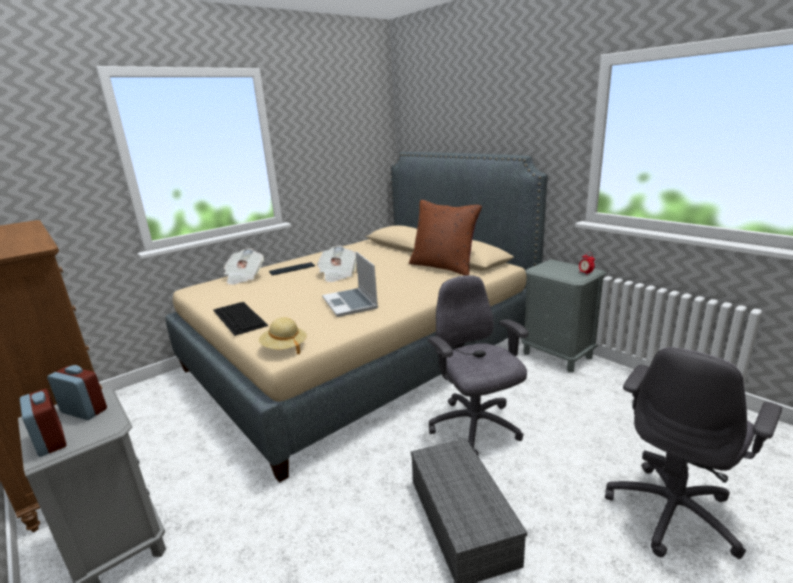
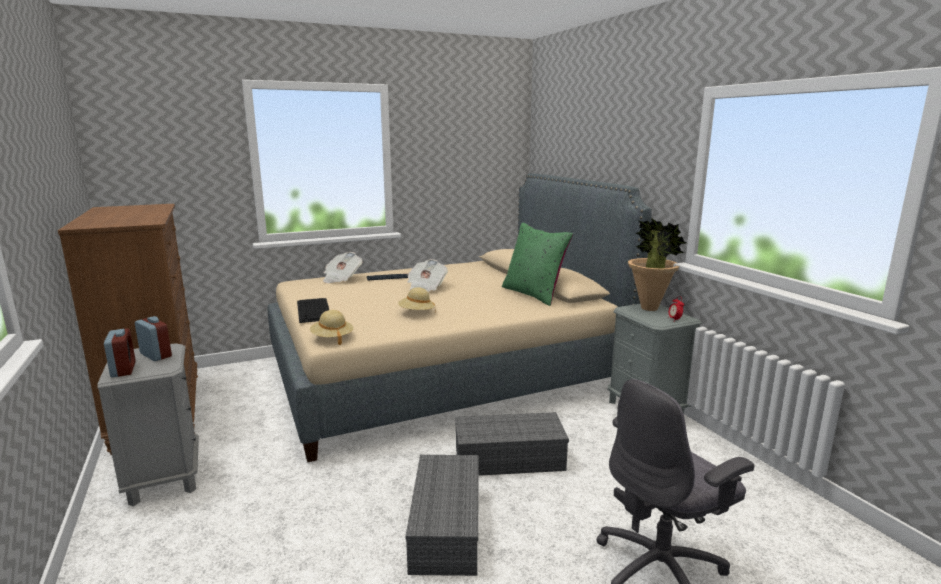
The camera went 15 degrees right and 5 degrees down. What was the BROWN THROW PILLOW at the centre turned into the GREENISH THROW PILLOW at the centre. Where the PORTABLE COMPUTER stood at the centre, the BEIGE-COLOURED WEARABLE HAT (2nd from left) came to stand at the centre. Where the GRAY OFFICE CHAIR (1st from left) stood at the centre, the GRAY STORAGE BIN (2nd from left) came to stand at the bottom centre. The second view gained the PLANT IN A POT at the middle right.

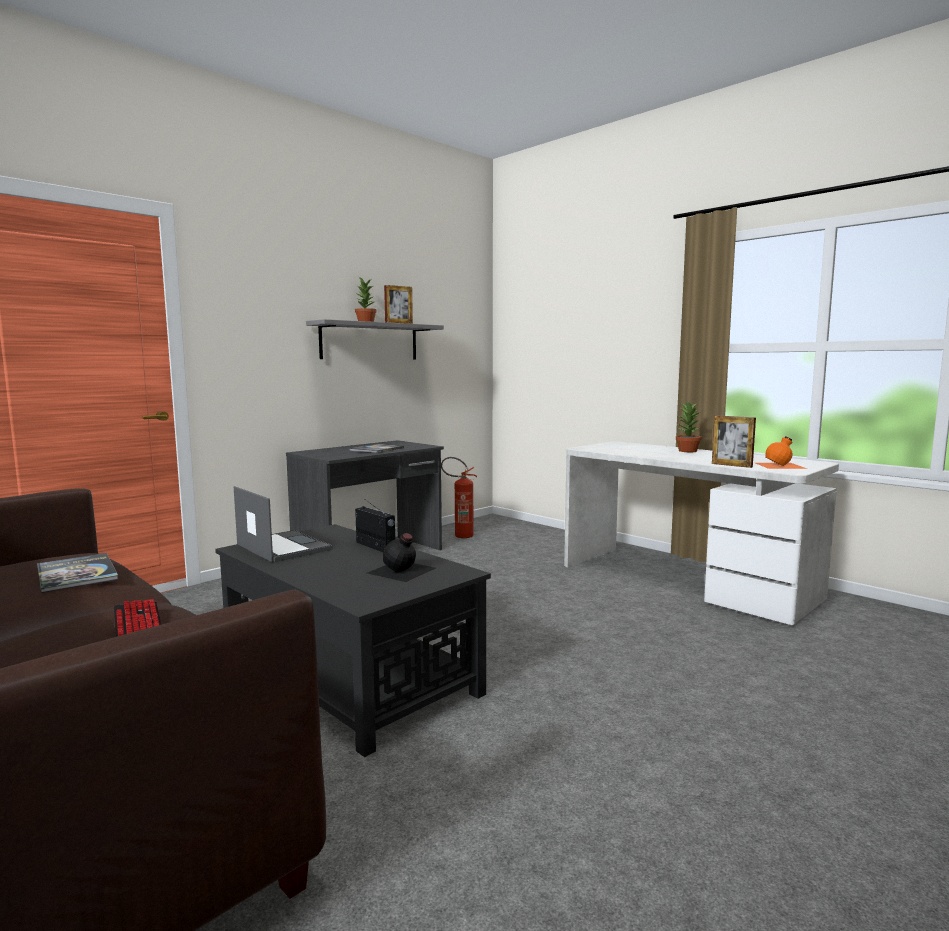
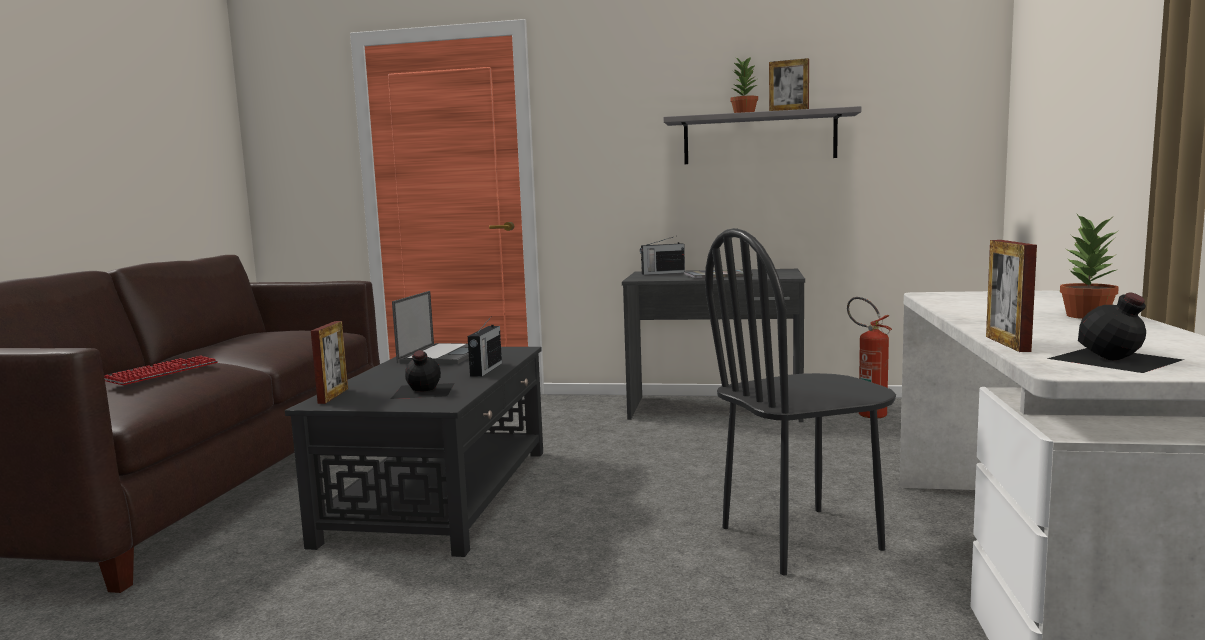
The camera went 55 degrees right and 0 degrees up. What was the ORANGE-COLOURED DRINK BOTTLE at the middle right turned into the BLACK-COLOURED DRINK BOTTLE (2nd from left) at the middle right. The second view lost the VOLUME (1st from left) at the middle left. The second view gained the BLACK-COLOURED PLAIN CHAIR at the centre. The second view gained the RADIO SET (2nd from left) at the centre. The second view gained the STANDING FRAME (1st from left) at the middle left.

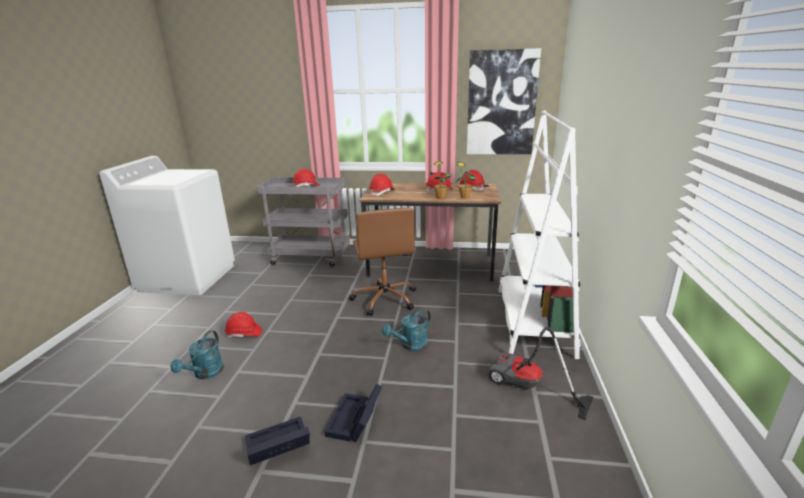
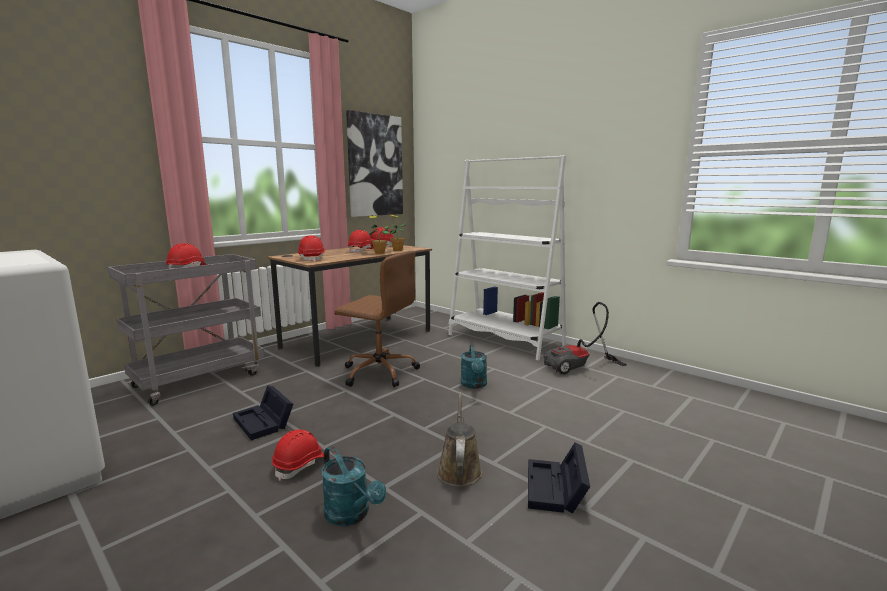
The camera went 55 degrees left and 10 degrees down. The BLACK-COLOURED STORAGE BIN (2nd from left in the first image) ended up elsewhere, having gone from the bottom centre to the bottom left. The second view gained the BROWN SPRINKLING CAN at the bottom centre.

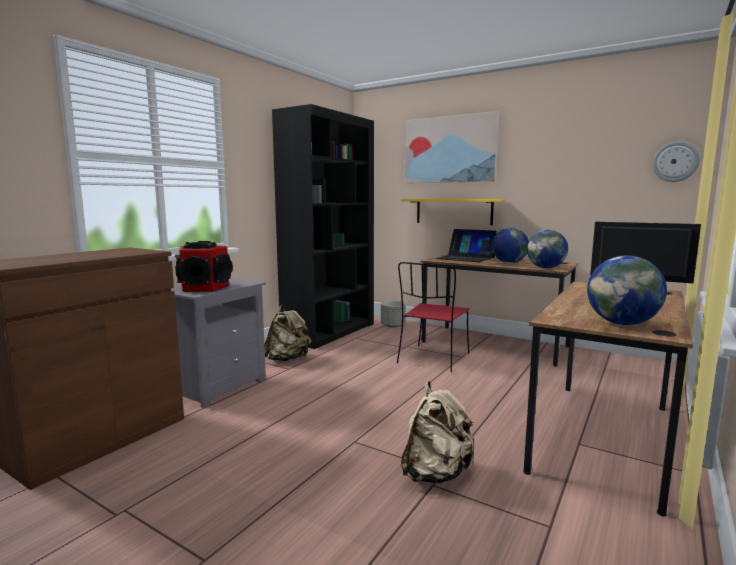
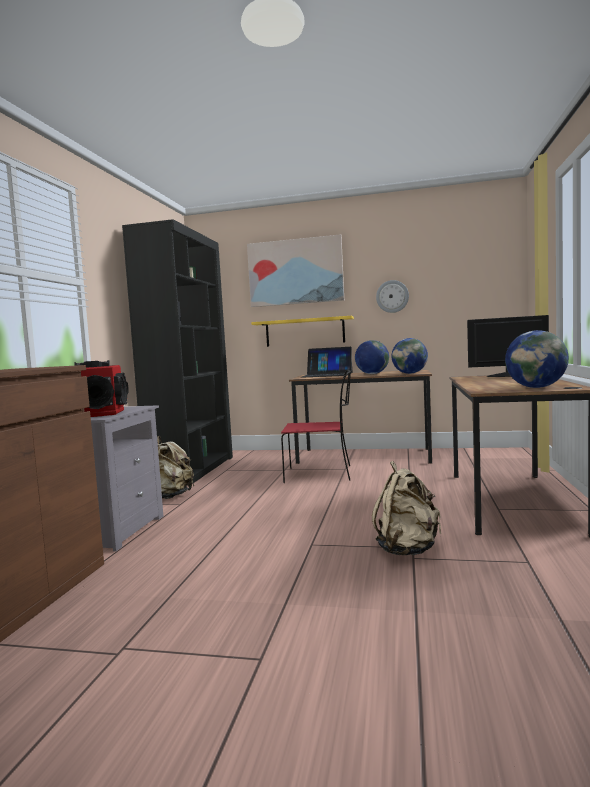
The camera went 20 degrees left and 5 degrees down. The CLOCK ON THE WALL ended up elsewhere, having gone from the top right to the centre. The RED PLAIN CHAIR at the centre ended up facing another way, 90 degrees counterclockwise from before. The second view lost the GRAY PLANTER at the centre.

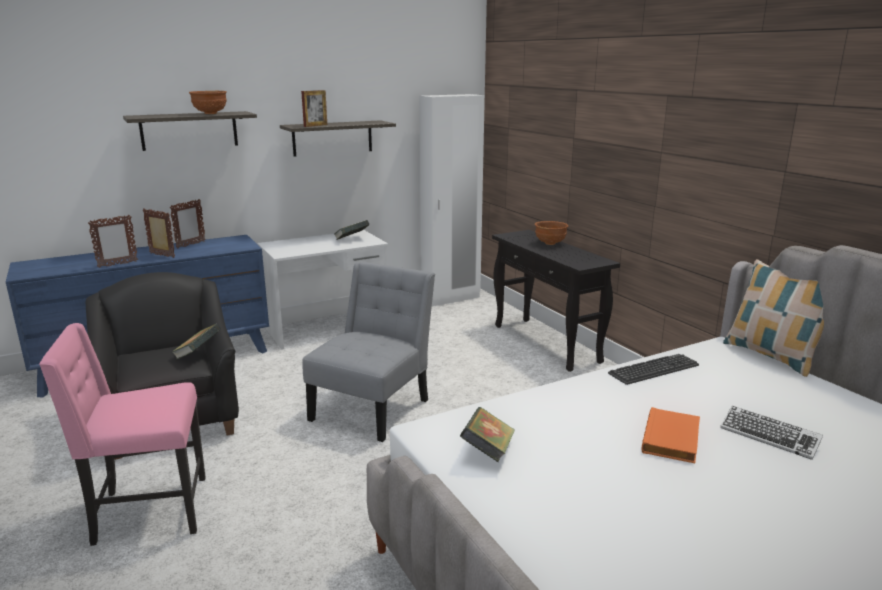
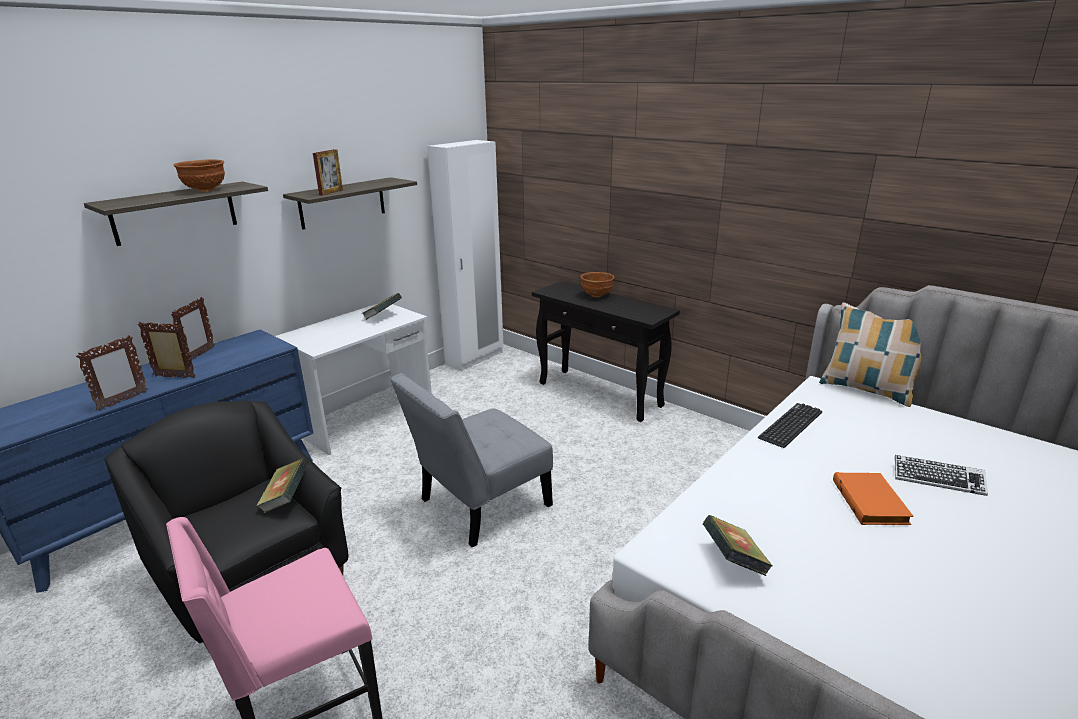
The camera went 20 degrees left and 5 degrees up. The GRAY PLAIN CHAIR at the centre ended up facing another way, 135 degrees counterclockwise from before.

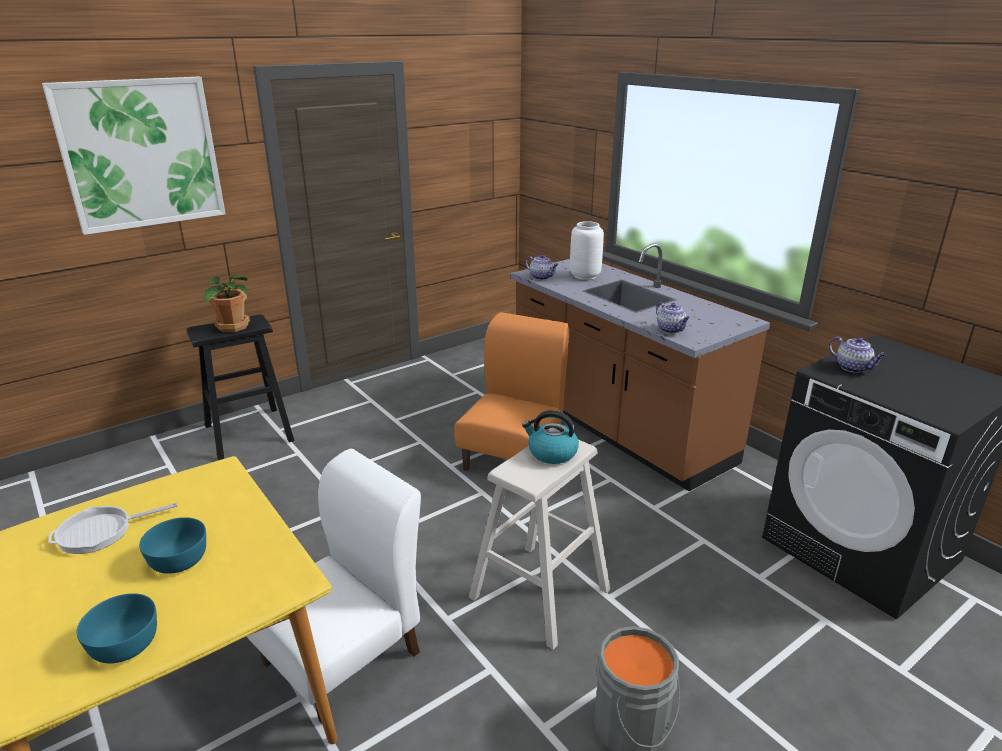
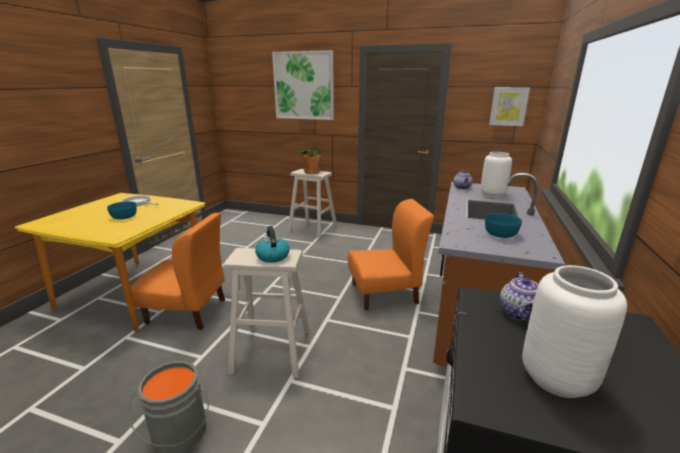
The camera went 55 degrees right and 5 degrees down. The second view lost the POT FOR TEA (2nd from left) at the middle right. What was the BLACK-COLOURED SITTING STOOL at the middle left turned into the BEIGE-COLOURED SITTING STOOL (2nd from left) at the centre. What was the WHITE-COLOURED PLAIN CHAIR at the bottom centre turned into the ORANGE-COLOURED PLAIN CHAIR (1st from left) at the middle left. The TURQUOISE DEEP DISH (1st from left in the first image) ended up elsewhere, having gone from the bottom left to the middle right. The second view gained the PICTURE (2nd from left) at the top right. The second view gained the WHITE-COLOURED DECORATIVE VASE (2nd from left) at the bottom right.

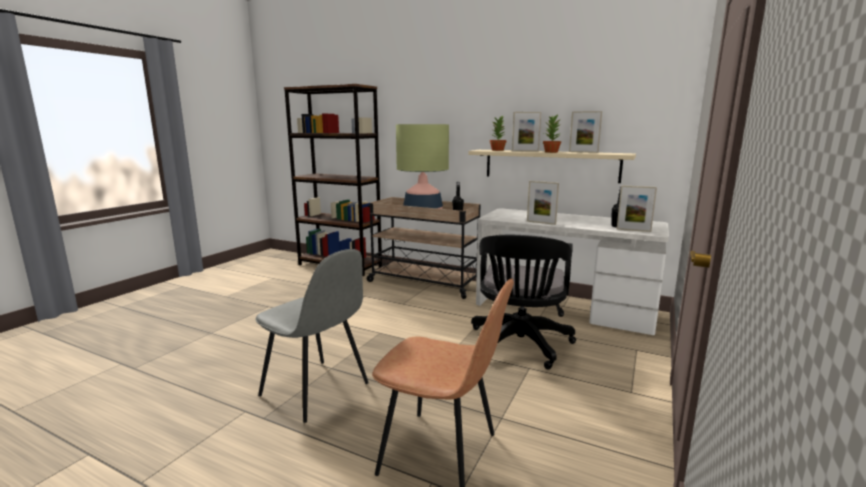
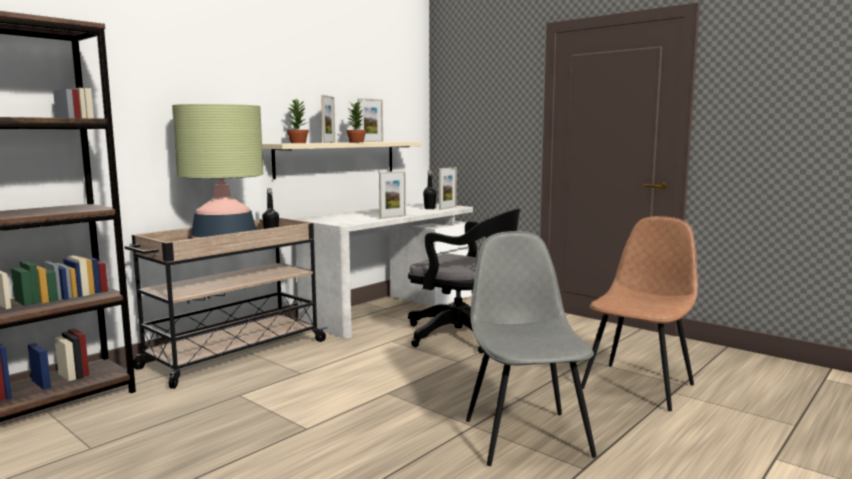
The camera went 75 degrees left and 5 degrees down. The GRAY PLAIN CHAIR at the bottom centre ended up facing another way, 60 degrees counterclockwise from before.

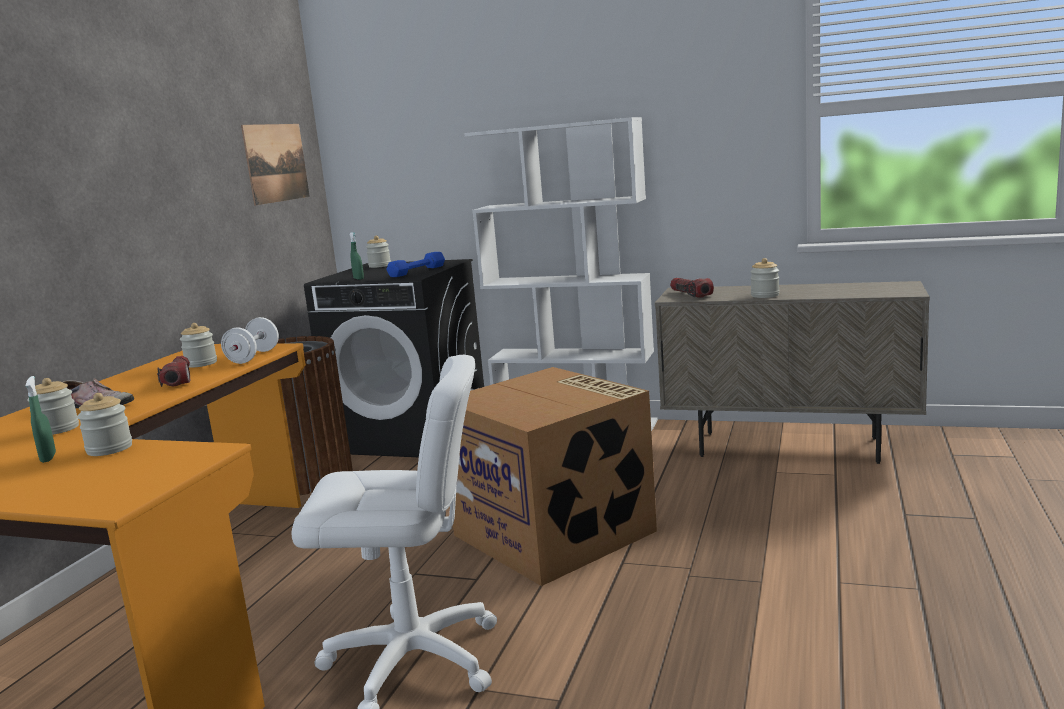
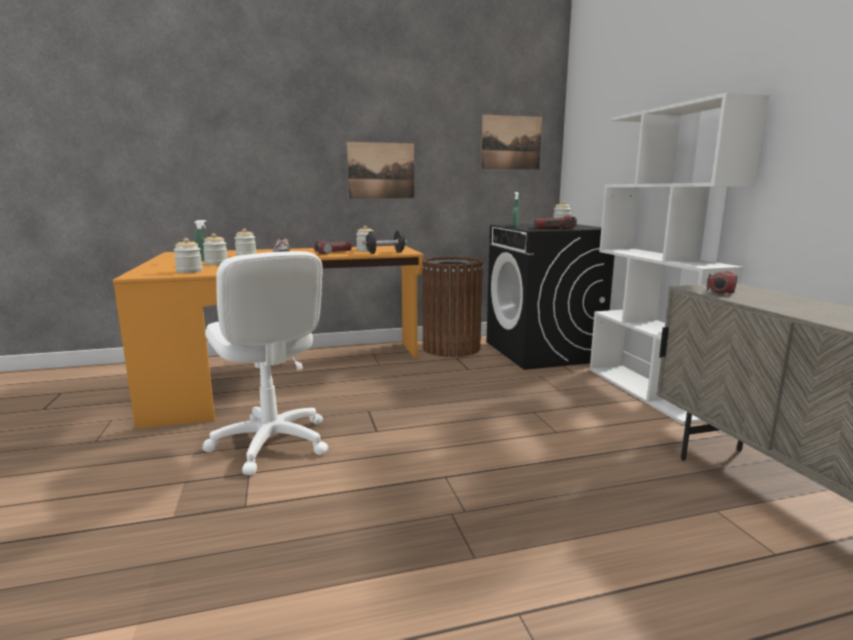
The camera went 55 degrees right and 0 degrees up. Where the BLUE HAND WEIGHT stood at the centre, the FLASHLIGHT (2nd from left) came to stand at the centre. The JAR (5th from left in the first image) ended up elsewhere, having gone from the middle right to the middle left. What was the WHITE-COLOURED HAND WEIGHT at the middle left turned into the BLACK-COLOURED HAND WEIGHT at the centre. The second view lost the CARTON at the bottom centre. The second view gained the PICTURE (1st from left) at the top centre.

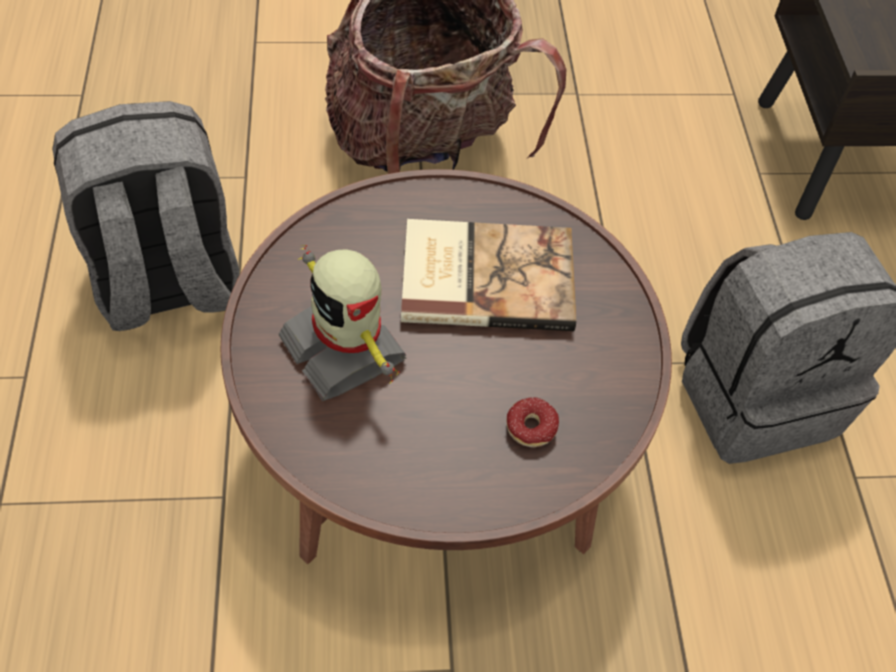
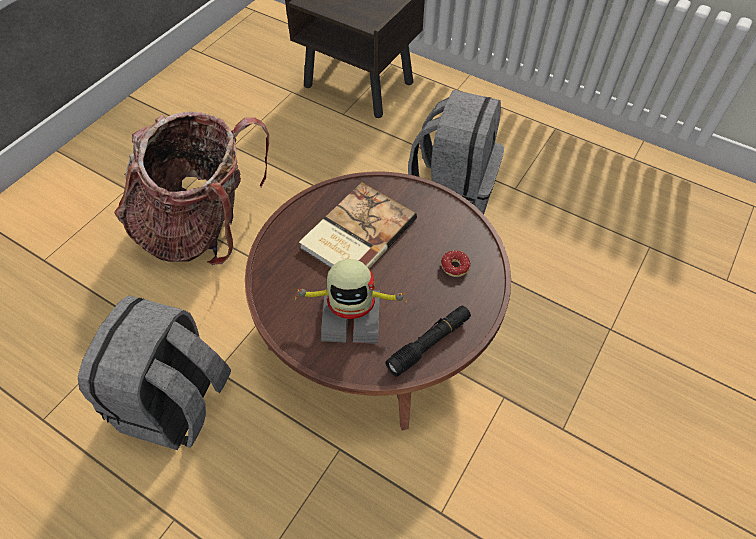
The camera went 50 degrees left and 0 degrees up. The second view gained the BLACK-COLOURED FLASHLIGHT at the centre.

